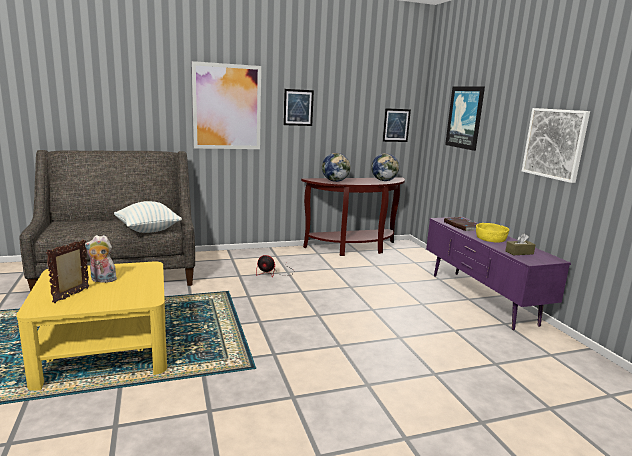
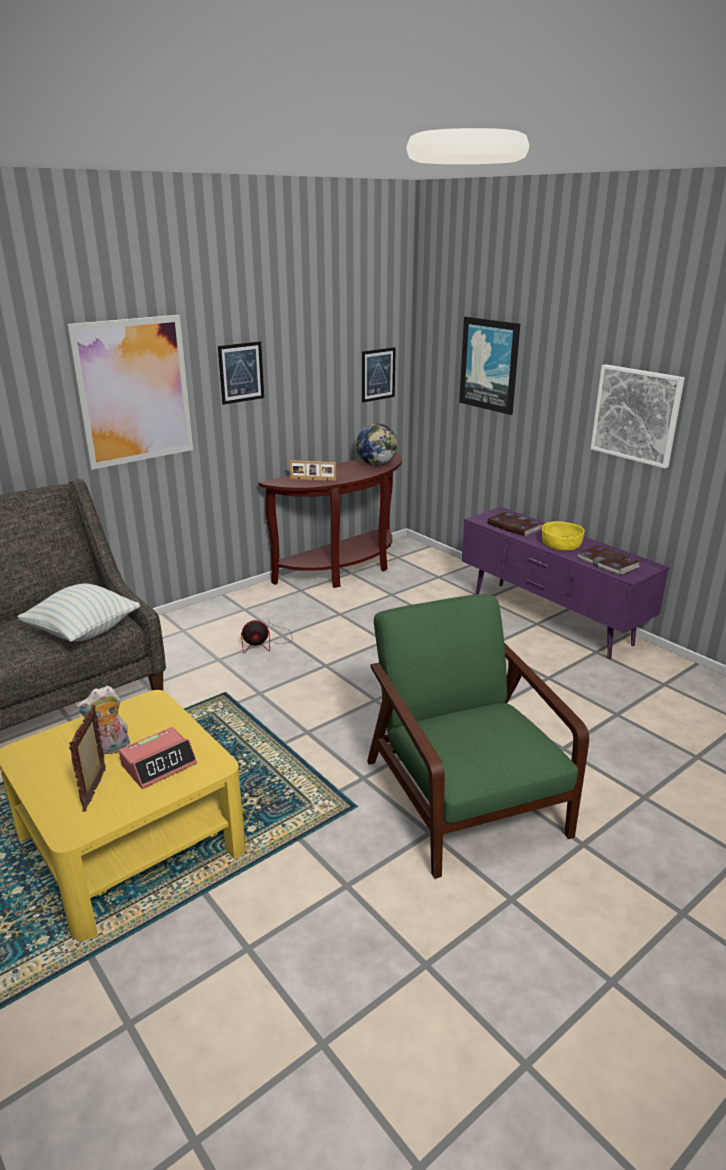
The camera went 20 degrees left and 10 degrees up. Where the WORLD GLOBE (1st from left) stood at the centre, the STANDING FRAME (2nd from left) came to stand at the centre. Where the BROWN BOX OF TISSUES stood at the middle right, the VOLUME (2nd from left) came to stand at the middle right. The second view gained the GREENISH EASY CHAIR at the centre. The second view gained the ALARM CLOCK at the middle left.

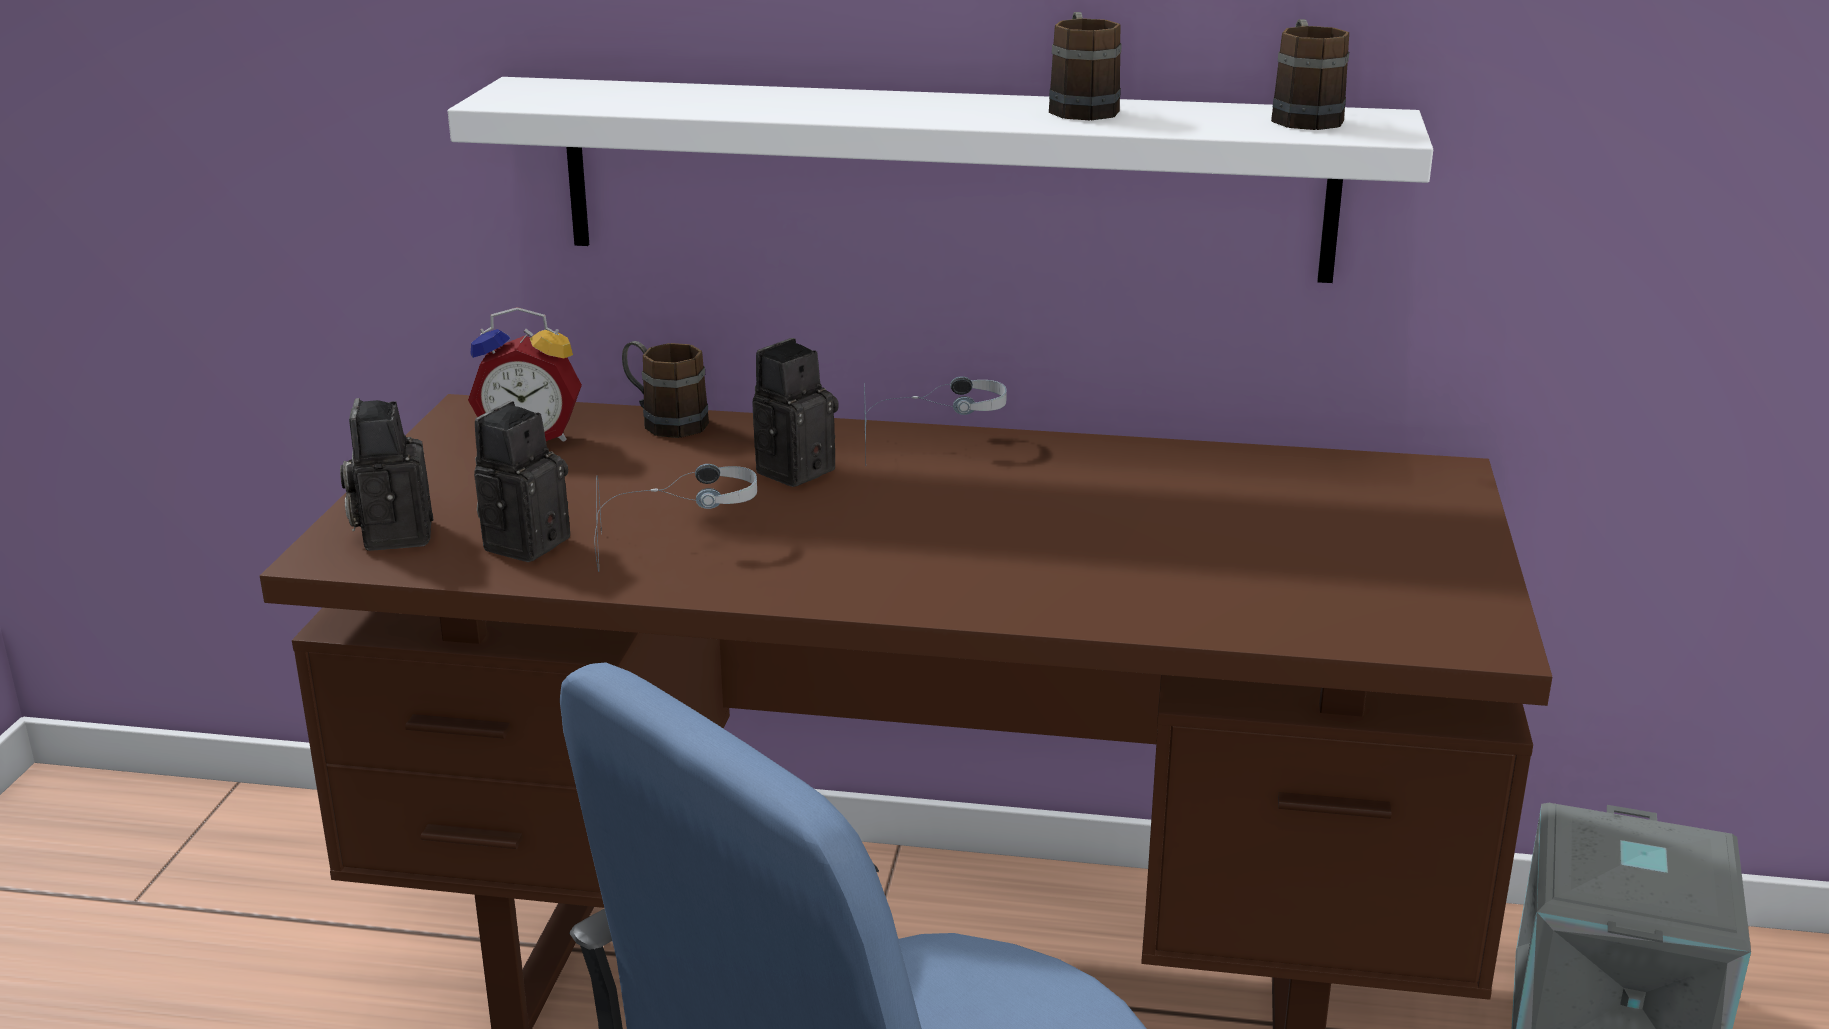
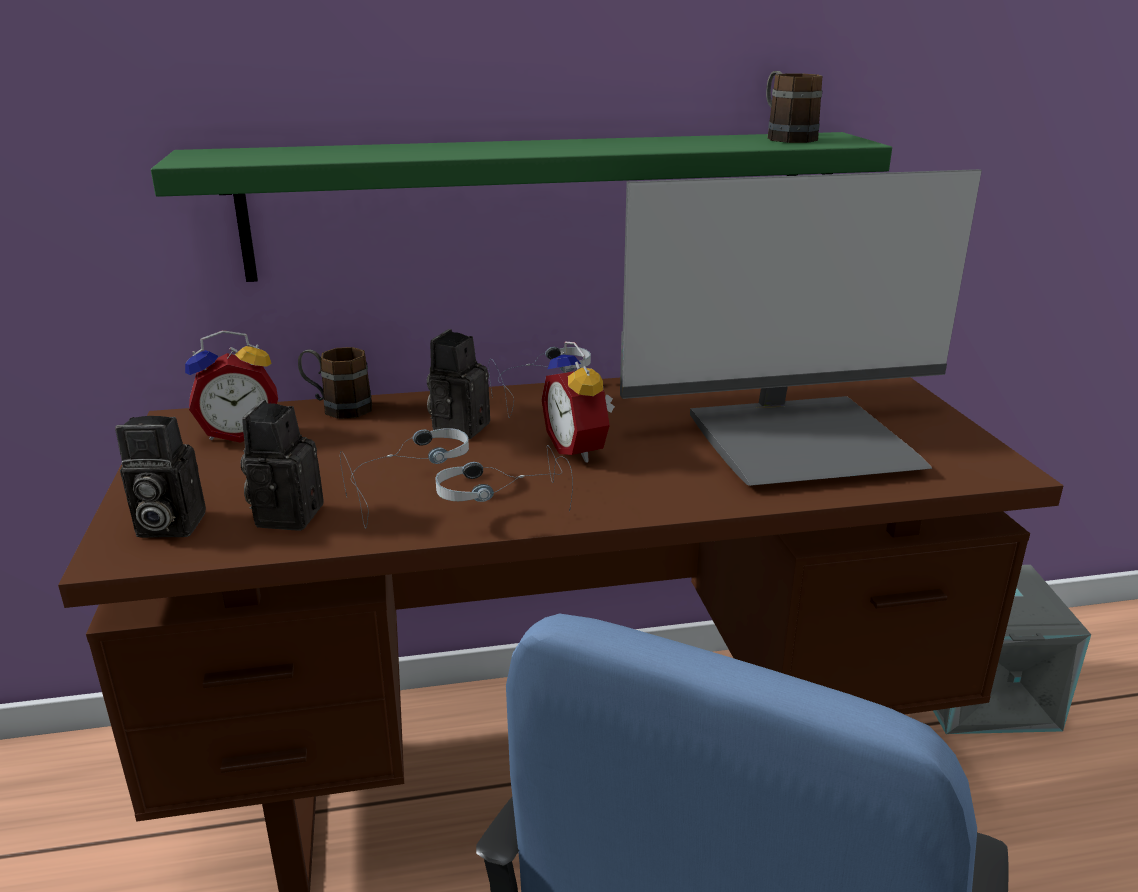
The camera went 20 degrees left and 0 degrees up. The second view lost the BROWN MUG (2nd from left) at the top centre. What was the WHITE-COLOURED SHELF at the top centre turned into the GREENISH SHELF at the top centre. The PHOTO CAMERA (1st from left) at the middle left ended up facing another way, 60 degrees counterclockwise from before. The second view gained the COMPUTER DISPLAY at the middle right. The second view gained the ALARM CLOCK (2nd from left) at the centre. The second view gained the HEADSET (2nd from left) at the centre.

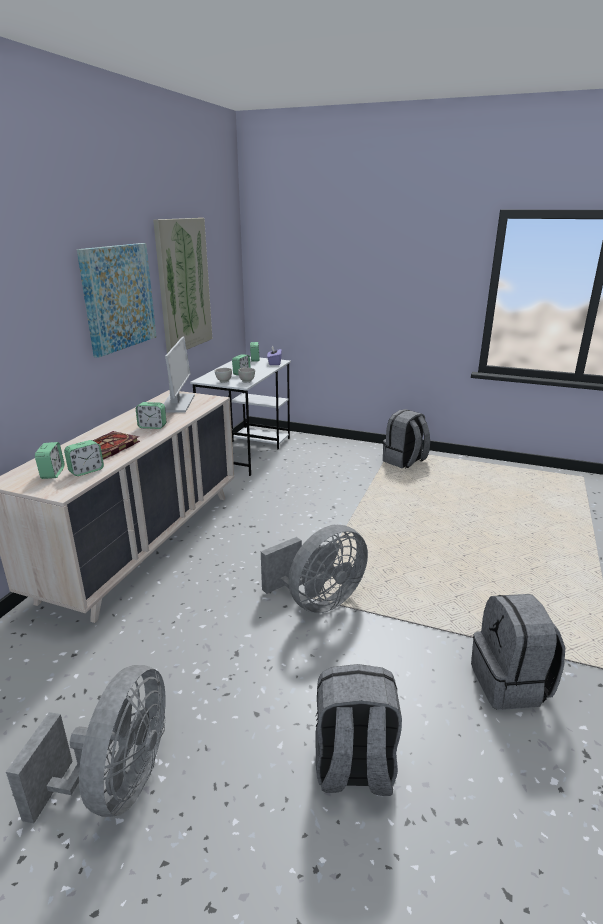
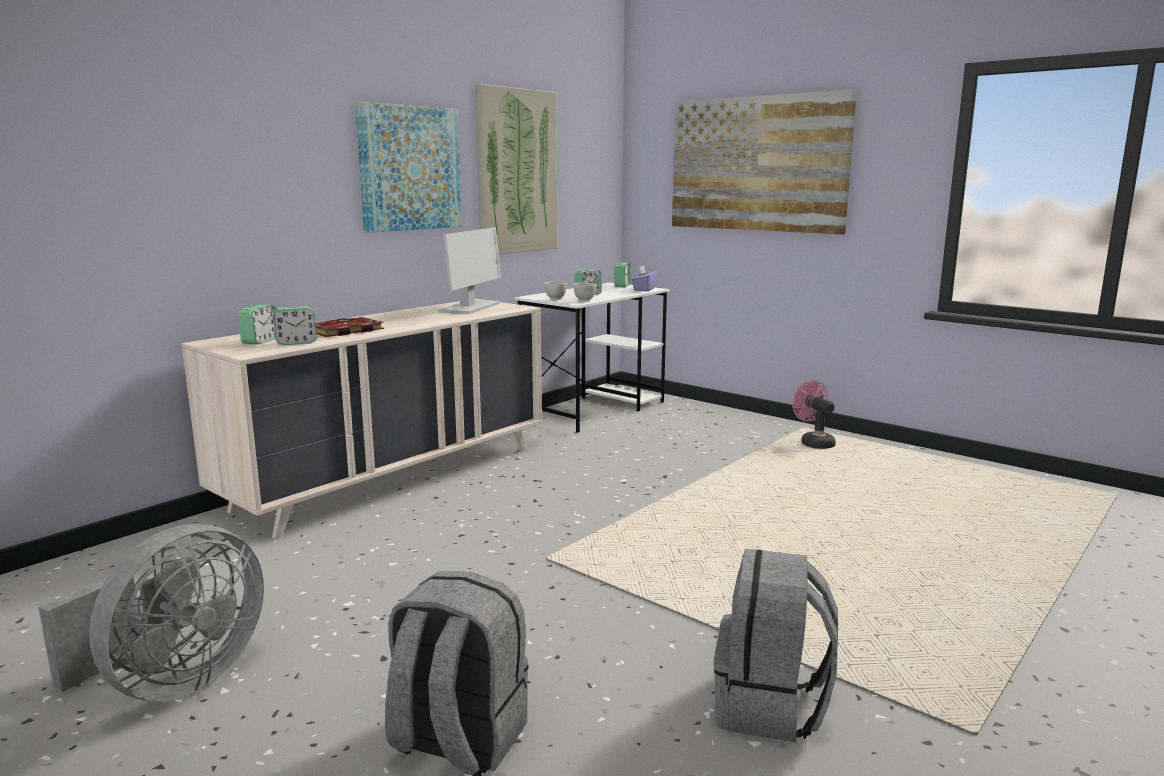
The camera went 20 degrees right and 10 degrees down. The second view lost the ALARM CLOCK (3rd from left) at the middle left. Where the GRAY RUCKSACK (2nd from left) stood at the middle right, the PINK COOLING FAN came to stand at the middle right. The second view lost the GRAY COOLING FAN (2nd from left) at the centre. The second view gained the PICTURE (3rd from left) at the top centre.

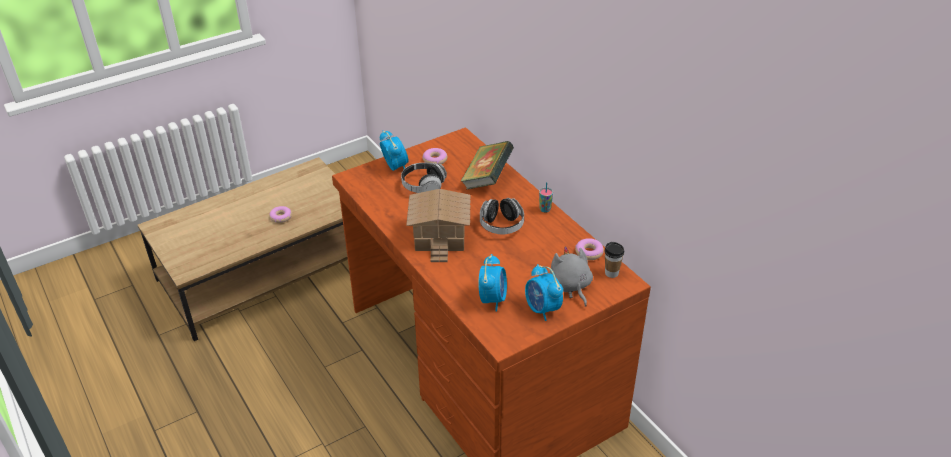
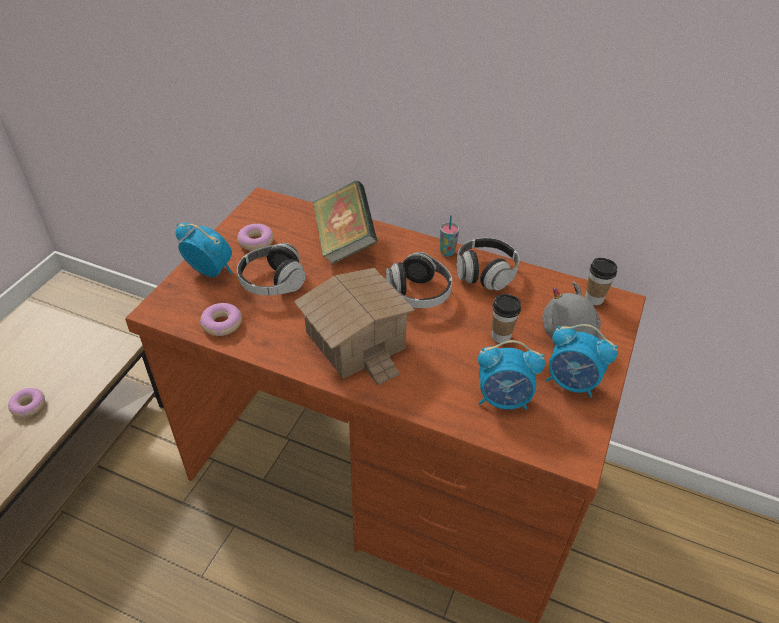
The camera went 35 degrees left and 5 degrees up. The DONUT (3rd from left in the first image) ended up elsewhere, having gone from the centre to the middle left. The ALARM CLOCK (2nd from left) at the centre ended up facing another way, 120 degrees clockwise from before. The second view gained the HEADSET (3rd from left) at the centre. The second view gained the SMALL CUP (2nd from left) at the centre.

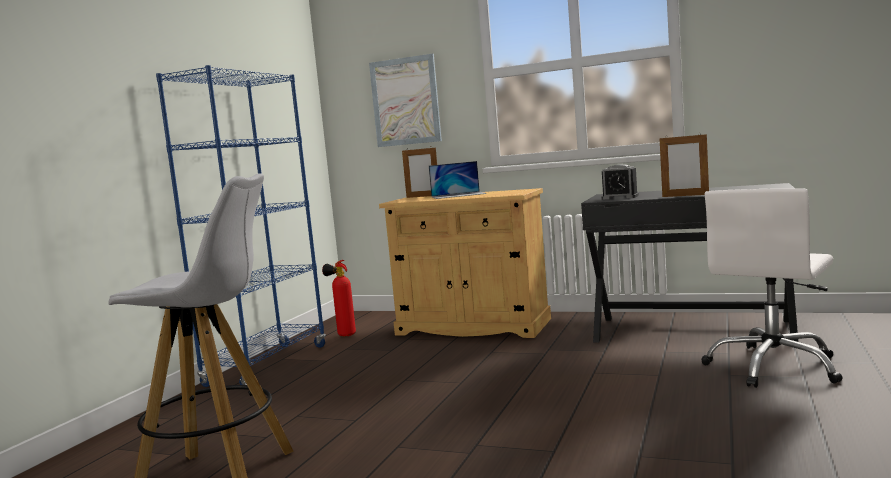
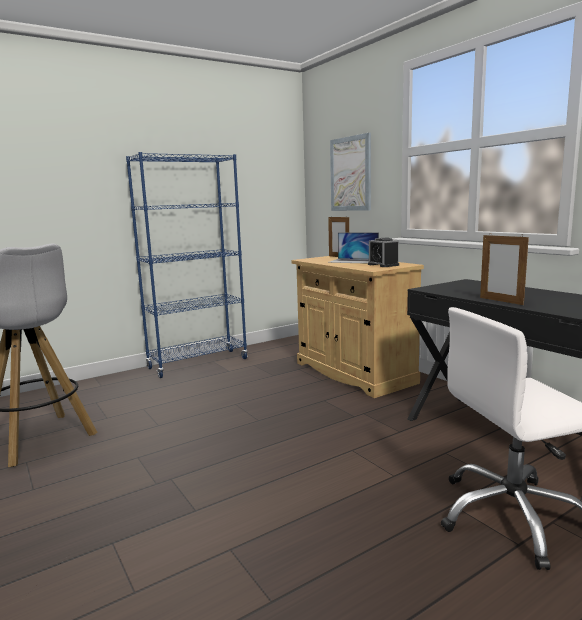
The camera went 35 degrees right and 5 degrees up. The ALARM CLOCK ended up elsewhere, having gone from the middle right to the centre. The second view lost the EXTINGUISHER at the centre.

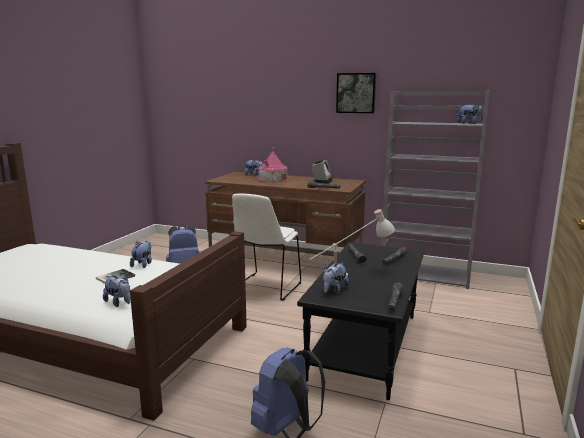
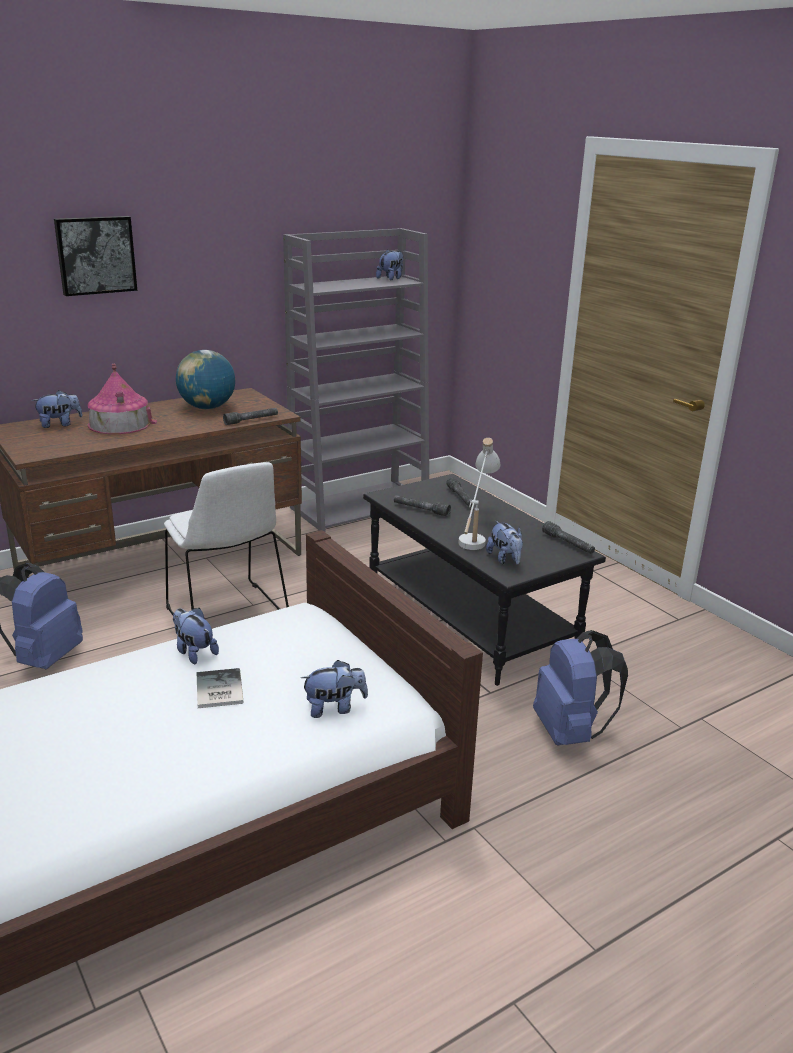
The camera went 55 degrees left and 10 degrees up. The PICTURE ended up elsewhere, having gone from the top centre to the top left. Where the ALARM CLOCK stood at the centre, the WORLD GLOBE came to stand at the middle left.

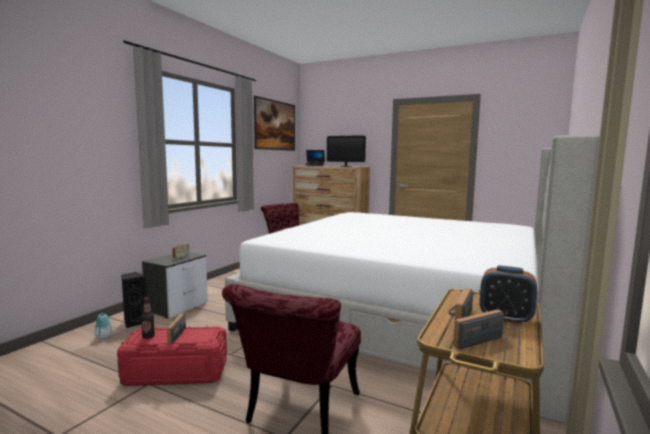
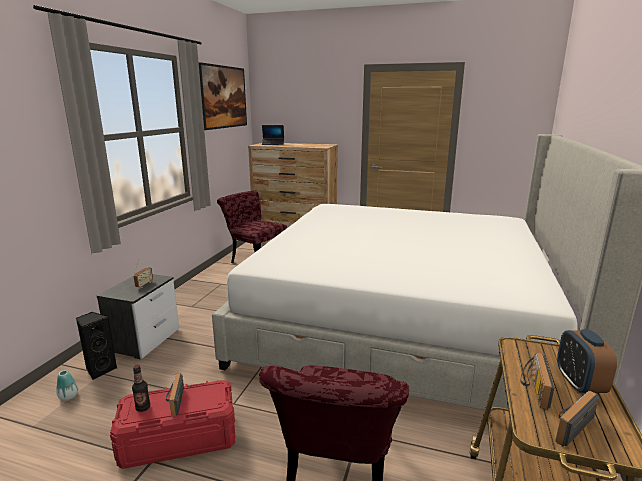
The camera went 10 degrees left and 10 degrees up. The second view lost the COMPUTER DISPLAY at the centre. The ALARM CLOCK at the bottom right ended up facing another way, 75 degrees clockwise from before.

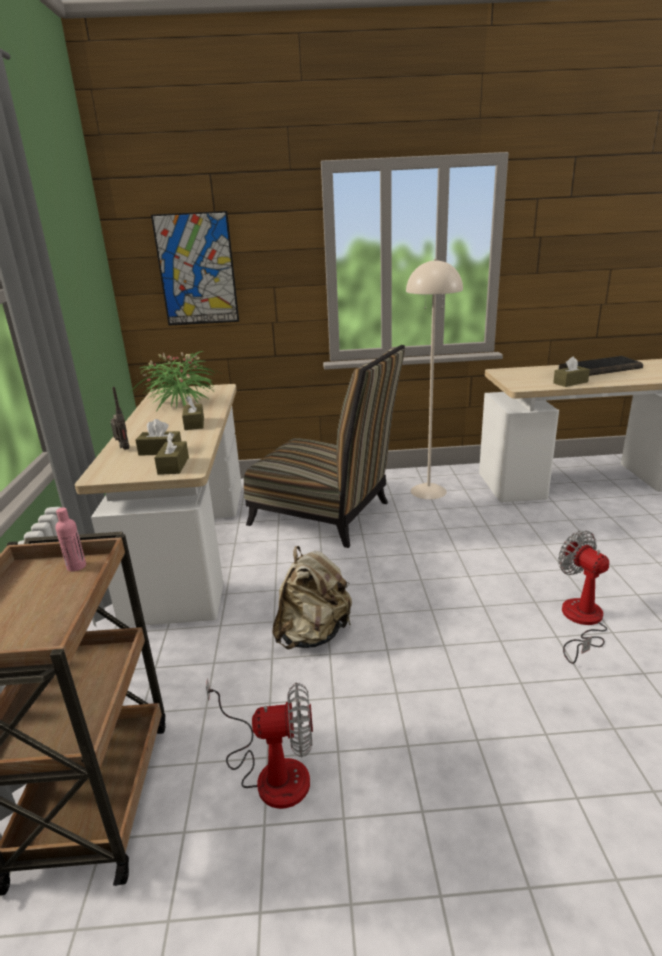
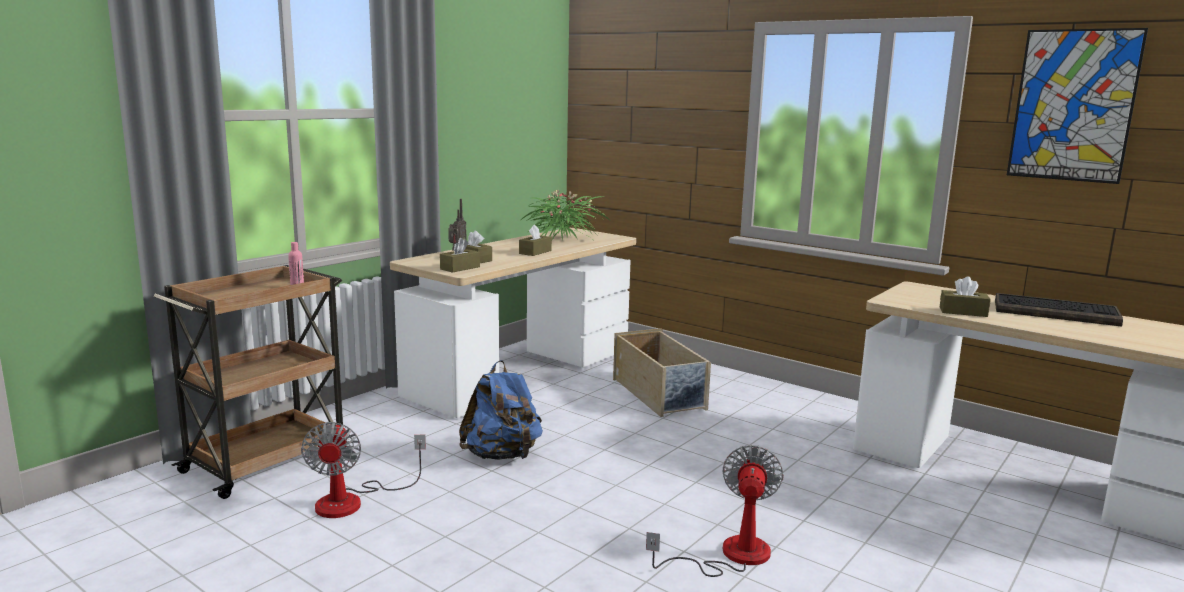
The camera went 40 degrees right and 10 degrees down. The PICTURE ended up elsewhere, having gone from the top left to the top right. The second view lost the BEIGE-COLOURED STANDING LAMP at the centre. Where the PLAIN CHAIR stood at the centre, the BEIGE-COLOURED STORAGE BIN came to stand at the centre. What was the BEIGE-COLOURED RUCKSACK at the centre turned into the BLUE RUCKSACK at the bottom centre. The COOLING FAN (1st from left) at the bottom centre ended up facing another way, 45 degrees clockwise from before.

